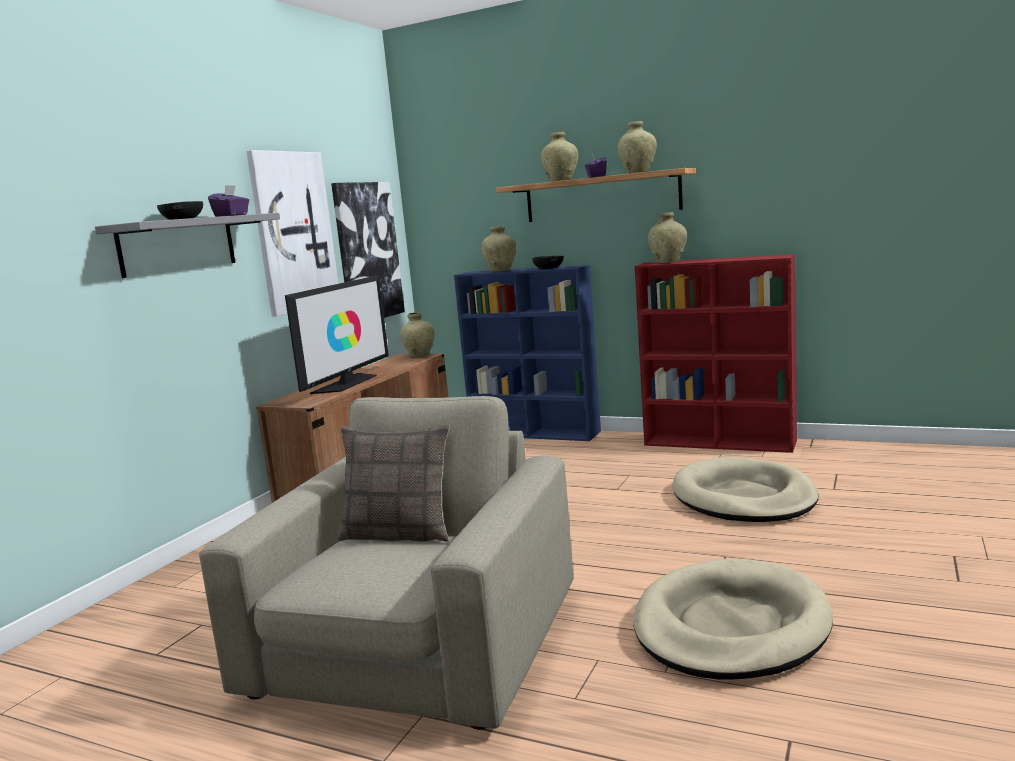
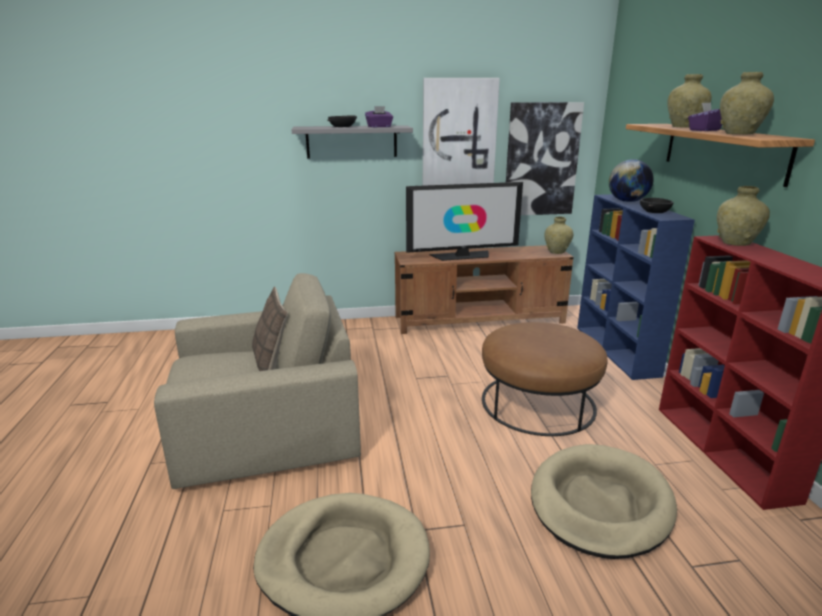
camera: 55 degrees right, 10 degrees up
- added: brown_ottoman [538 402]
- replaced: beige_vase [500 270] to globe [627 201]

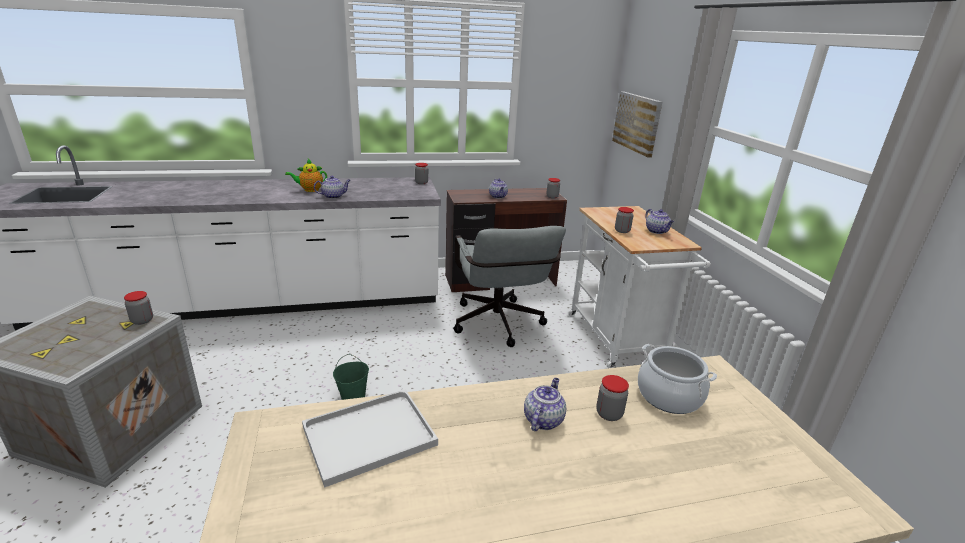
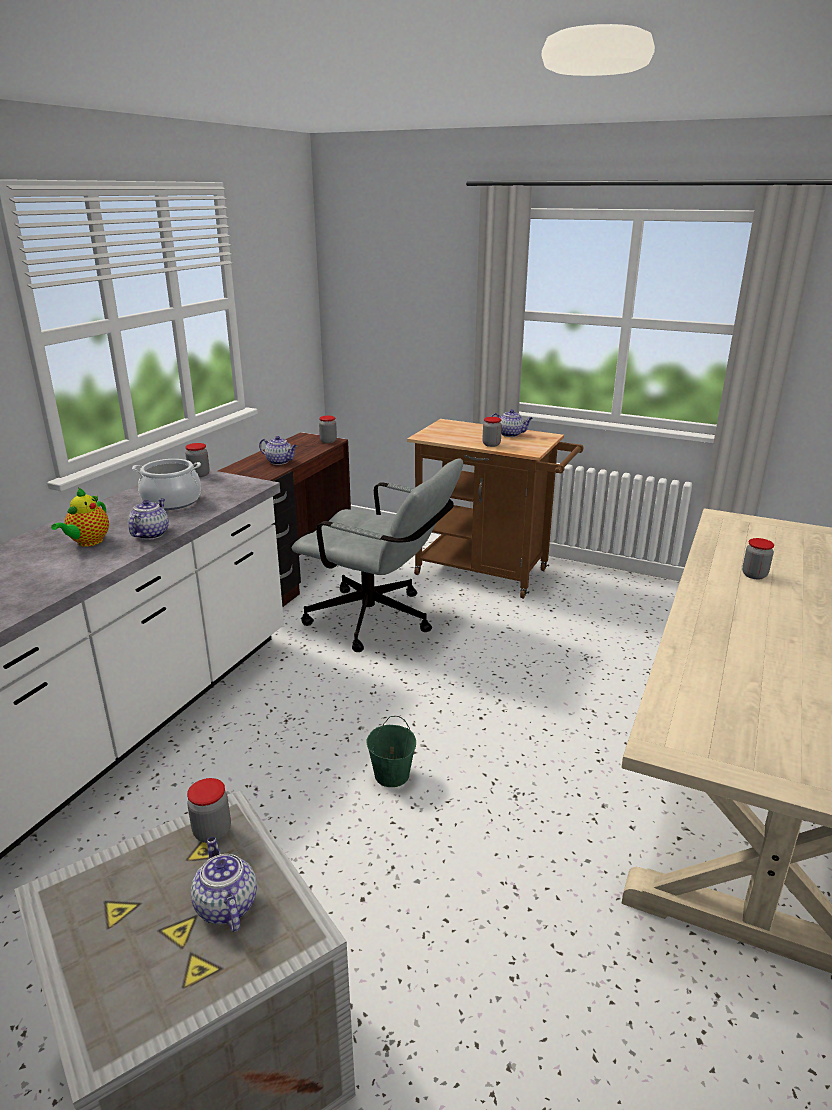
camera: 50 degrees left, 0 degrees up
- moved: cooking_pot [669 396] to [172 501]
- moved: teapot [543 419] to [225 905]
- recoloured: white_cart [619 342] to brown_cart [489 573]
- removed: white_tray [371 434]
- removed: picture [637 123]

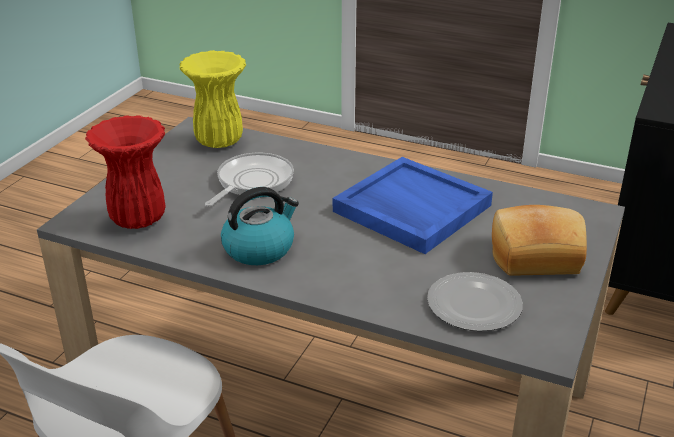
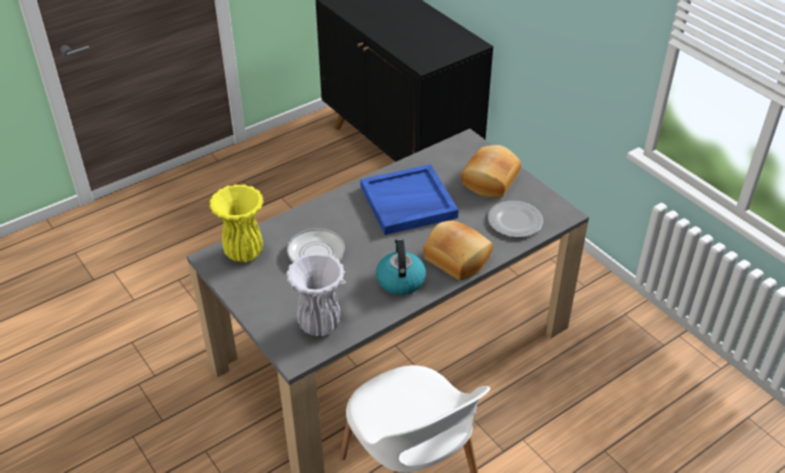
camera: 60 degrees left, 10 degrees up
- recoloured: red_vase [137 220] to white_vase [320 325]
- added: bread [458 258]

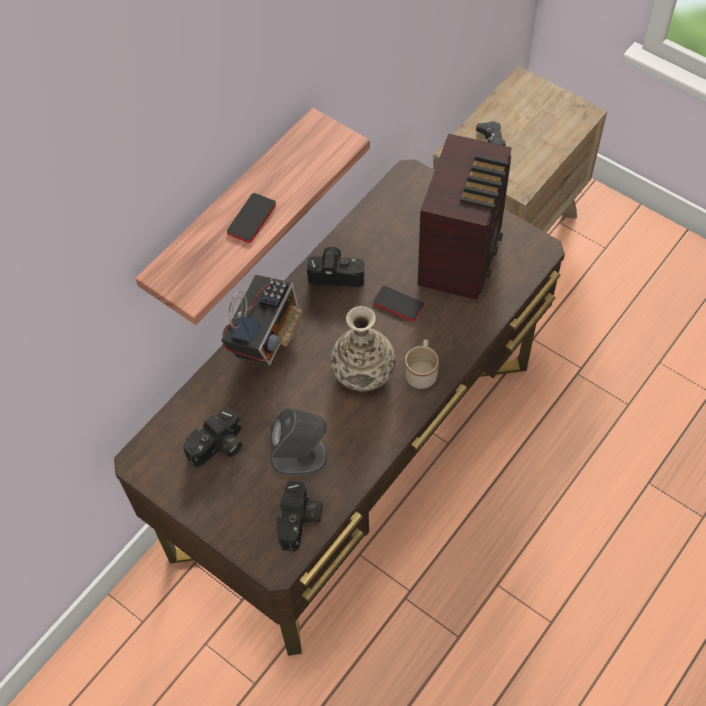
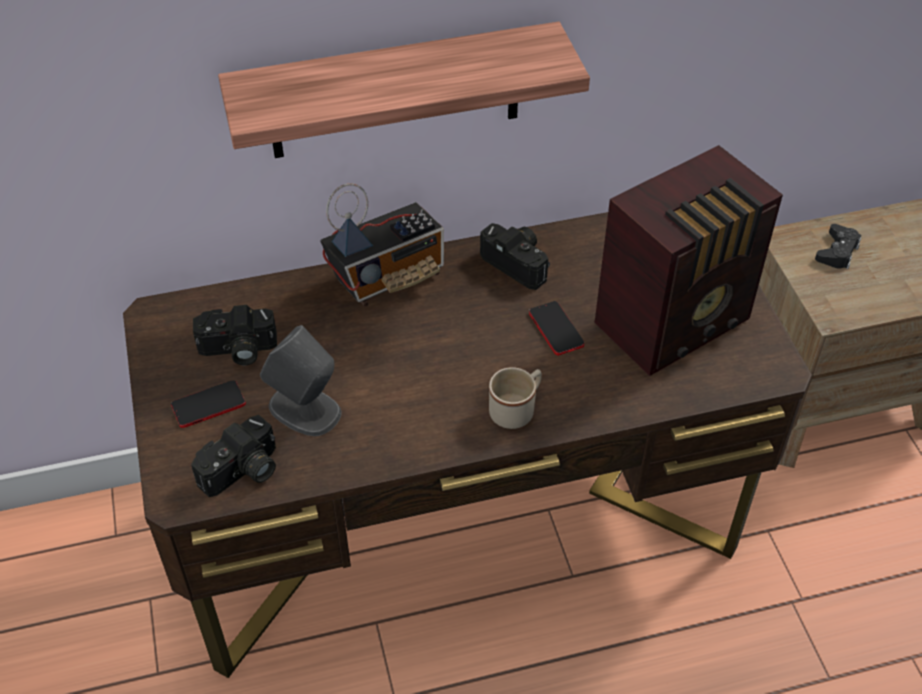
camera: 35 degrees right, 10 degrees down
- moved: phone [251 218] to [208 405]
- removed: vase [363 371]

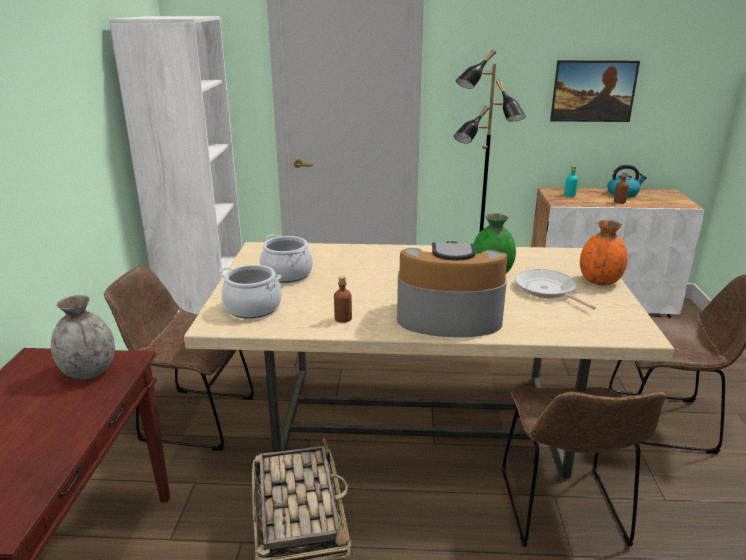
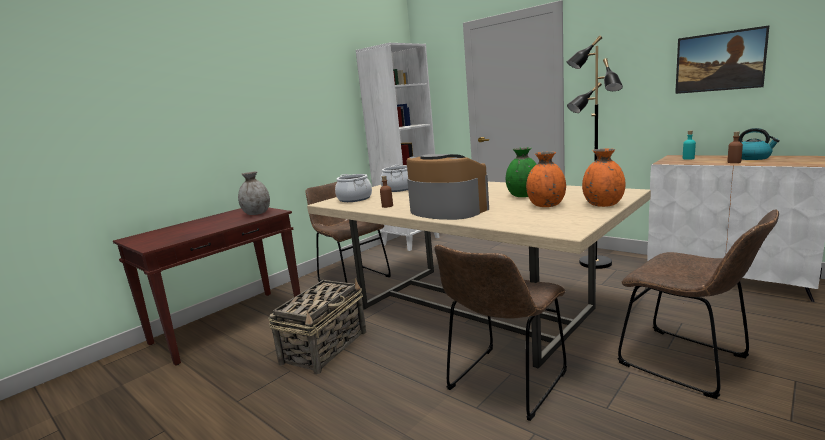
camera: 40 degrees right, 10 degrees down
- replaced: frying_pan [547 290] to orange_vase [546 205]

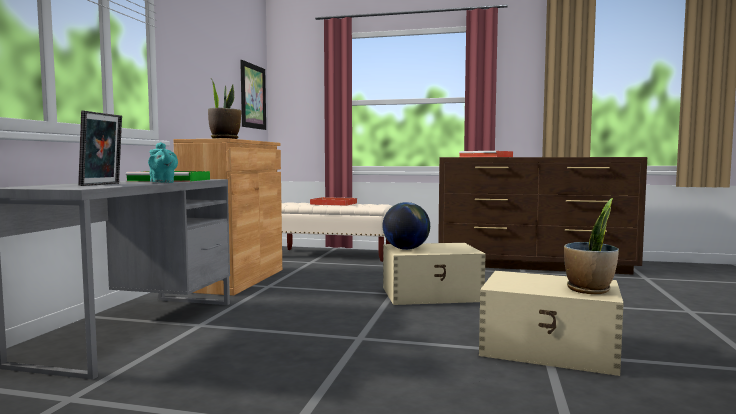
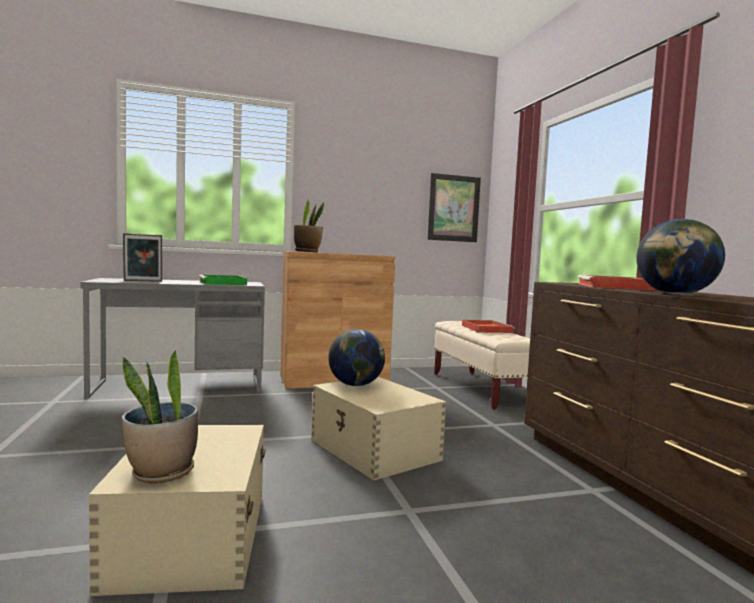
camera: 60 degrees right, 0 degrees up
- added: globe [675 294]
- removed: turquoise_teapot [162 182]

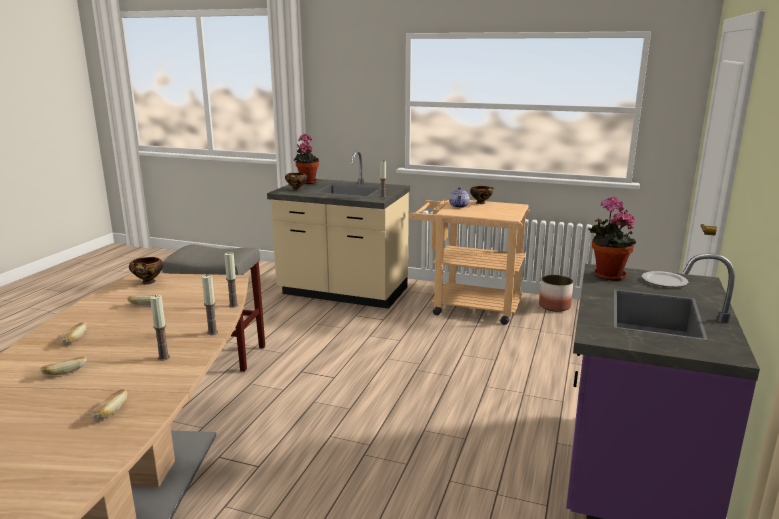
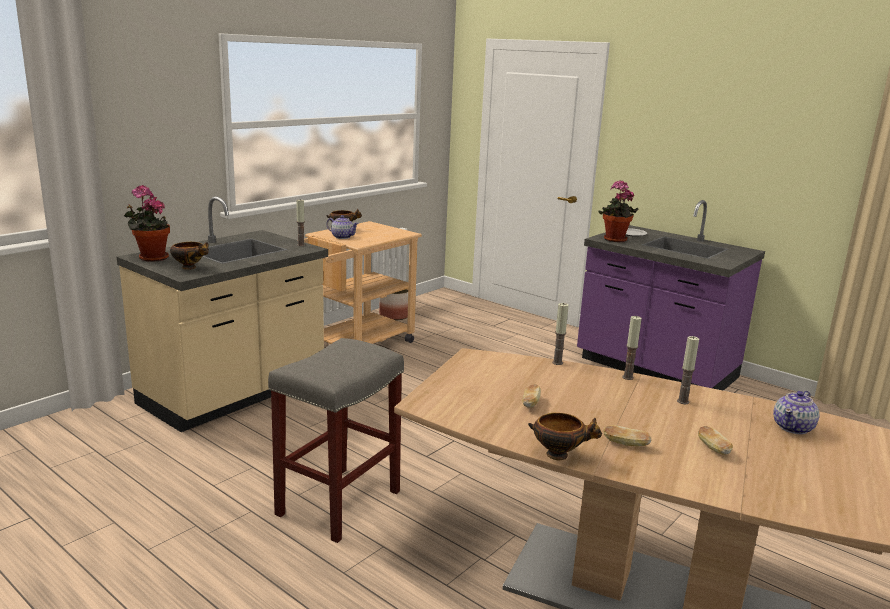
camera: 70 degrees left, 0 degrees up
- moved: bowl [148 282] to [559 455]
- replaced: bread [111 412] to teapot [793 427]

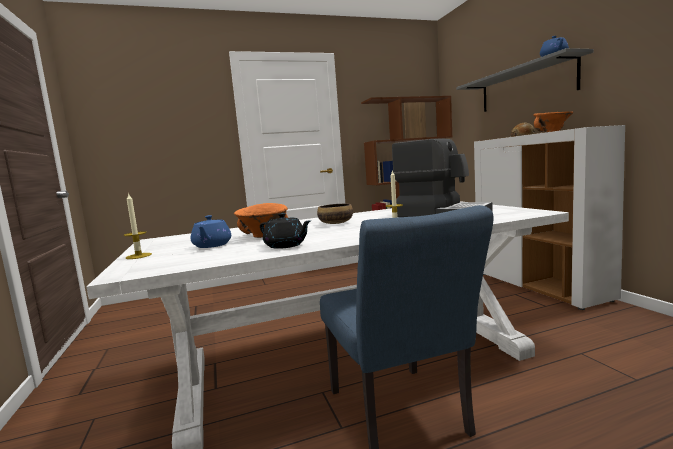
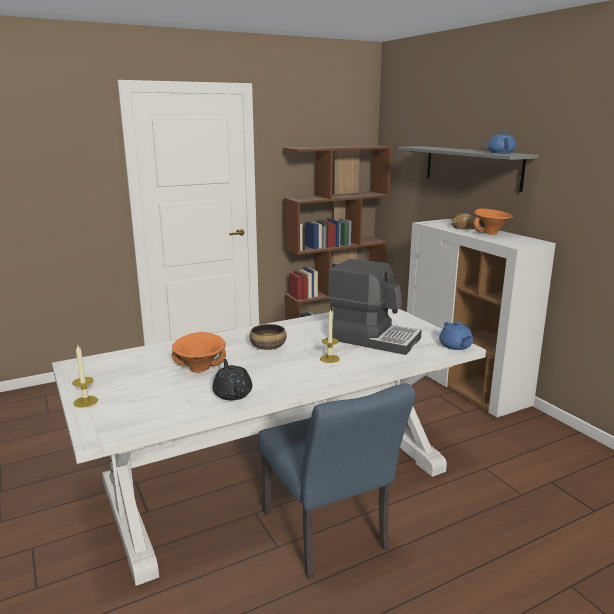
camera: 10 degrees left, 10 degrees up
- turned: black_teapot [286 245] = [232 393] 135 degrees counterclockwise
- moved: blue_teapot [212 245] to [455 346]

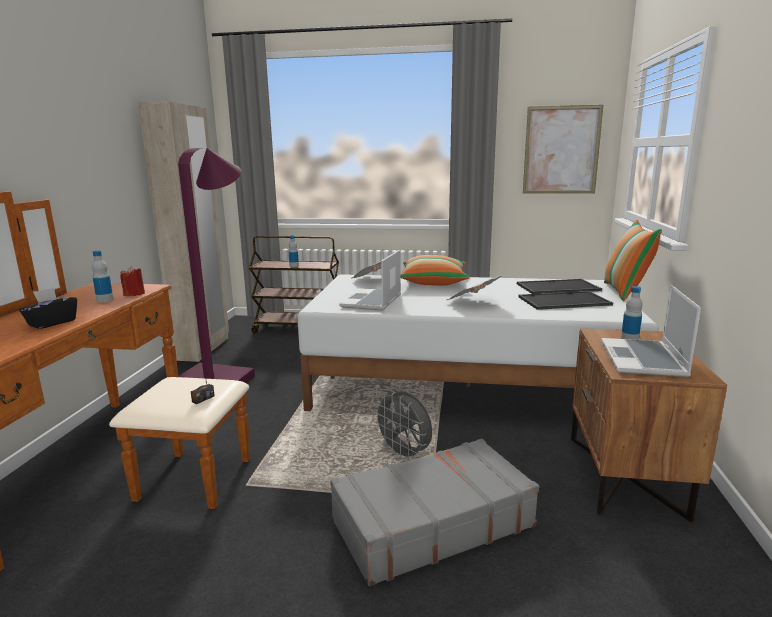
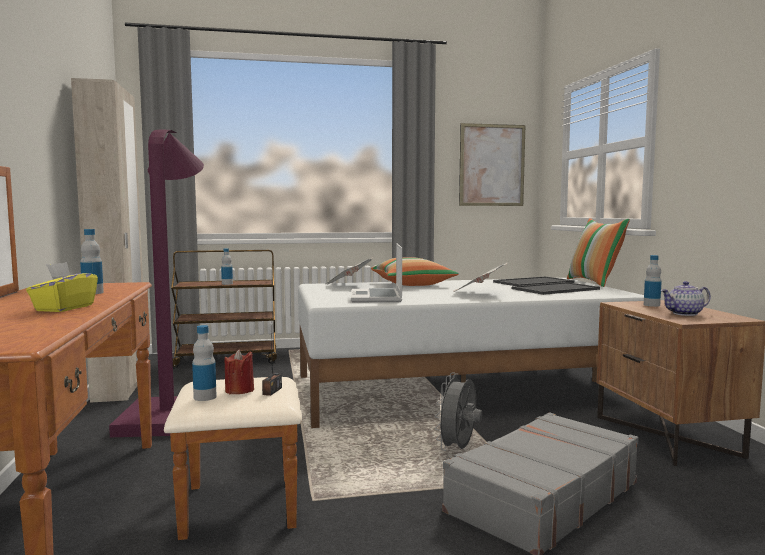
camera: 20 degrees left, 10 degrees down
- recoloured: black_tissue_box [52 323] to yellow_tissue_box [64 308]
- added: bottle [205 397]
- moved: red_candle [134 294] to [239 390]
- turned: grey_fan [404 454] = [458 449] 90 degrees clockwise
- replaced: laptop [644 360] to teapot [684 314]

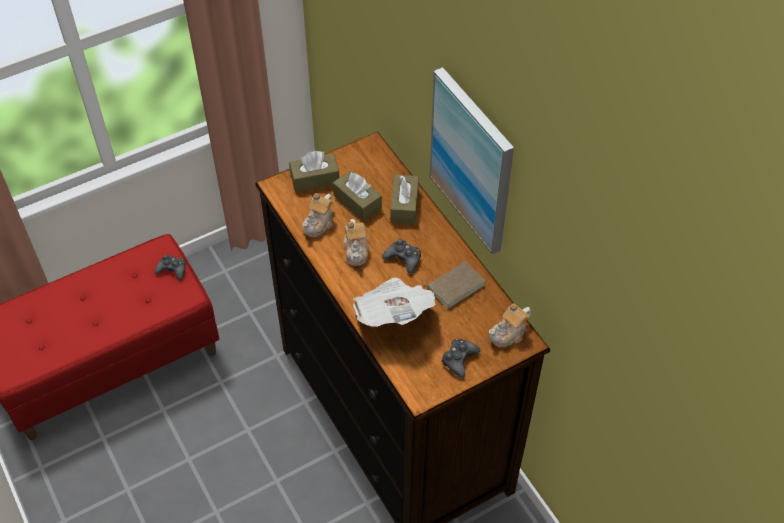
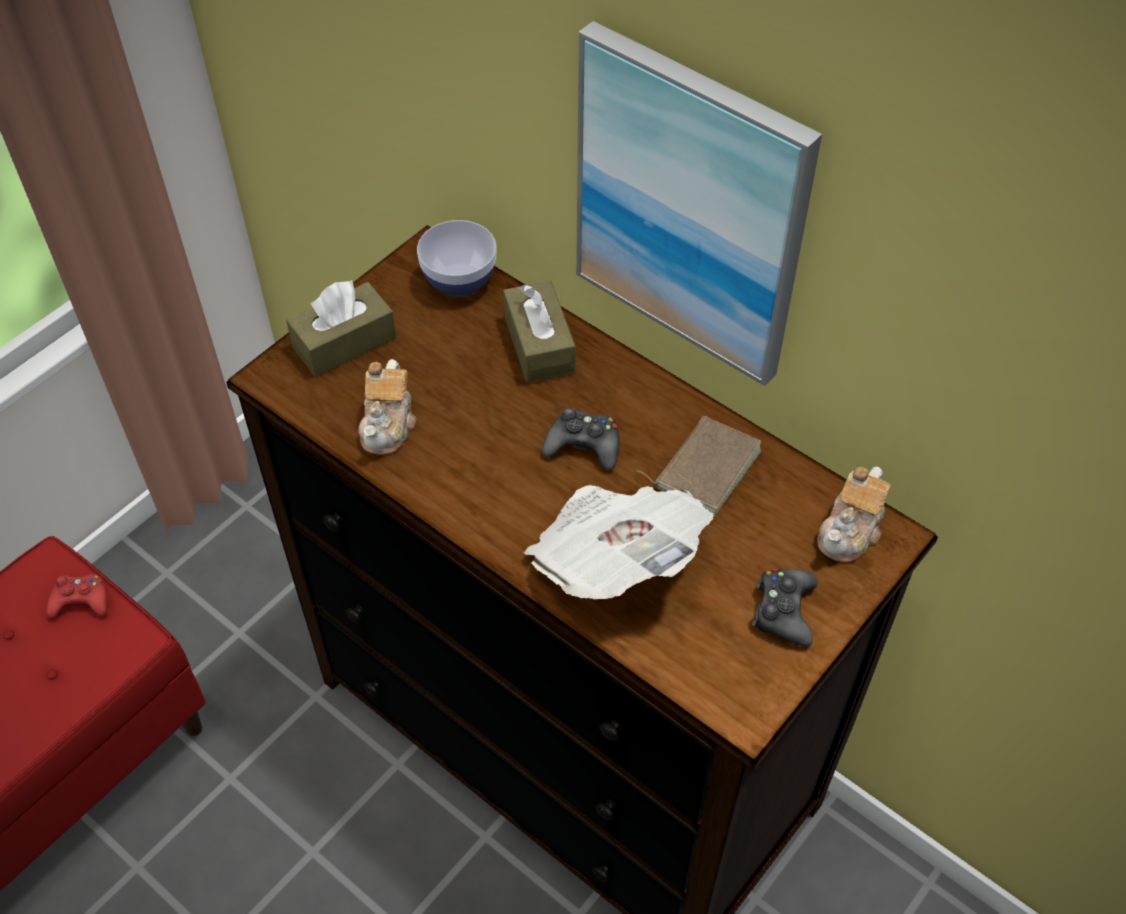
camera: 20 degrees left, 0 degrees up
- recoloured: black_game_controller [172 269] to red_game_controller [81 601]
- added: bowl [459 281]
- removed: brown_tissue_box [357 202]
- removed: teapot [356 251]

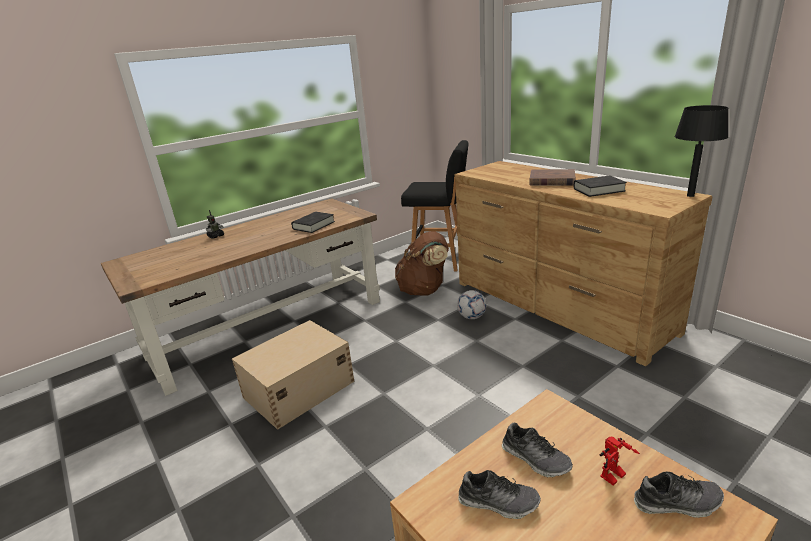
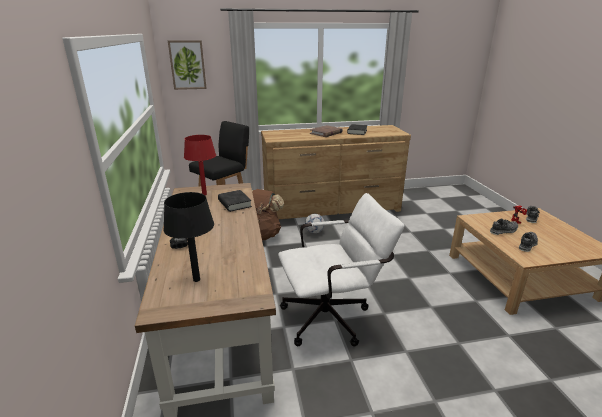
camera: 65 degrees left, 0 degrees up
- moved: black_table_lamp [690 195] to [196 280]
- added: picture [187 65]
- added: red_table_lamp [204 194]
- replaced: beige_storage_box [297 389] to white_office_chair [333 317]

